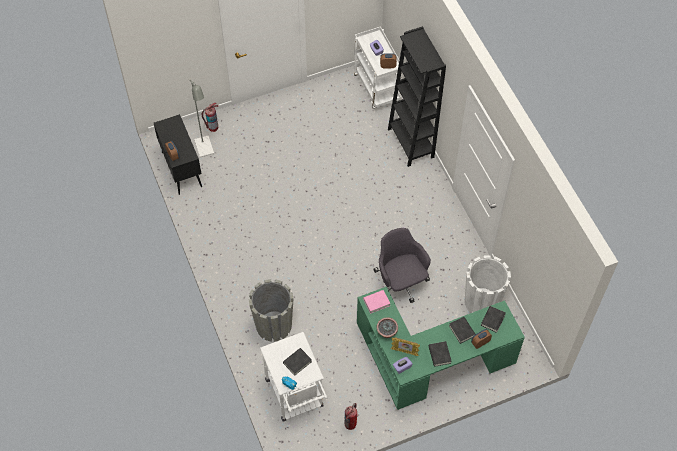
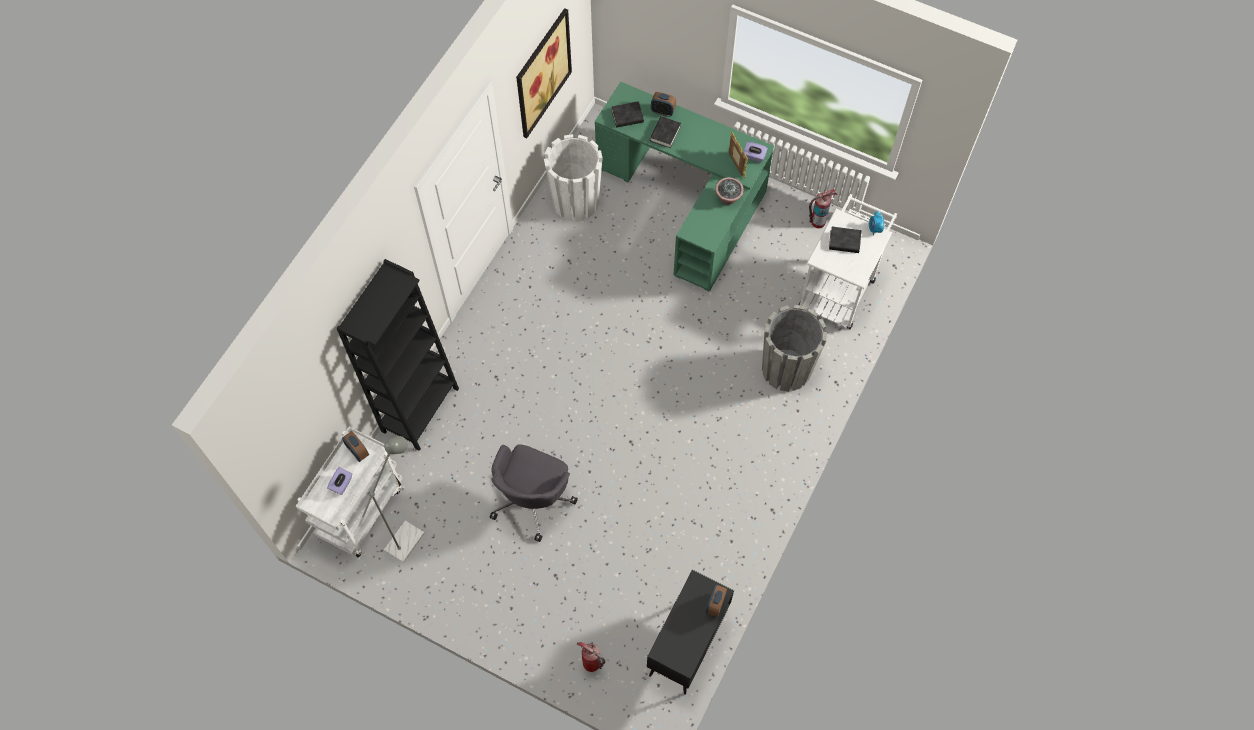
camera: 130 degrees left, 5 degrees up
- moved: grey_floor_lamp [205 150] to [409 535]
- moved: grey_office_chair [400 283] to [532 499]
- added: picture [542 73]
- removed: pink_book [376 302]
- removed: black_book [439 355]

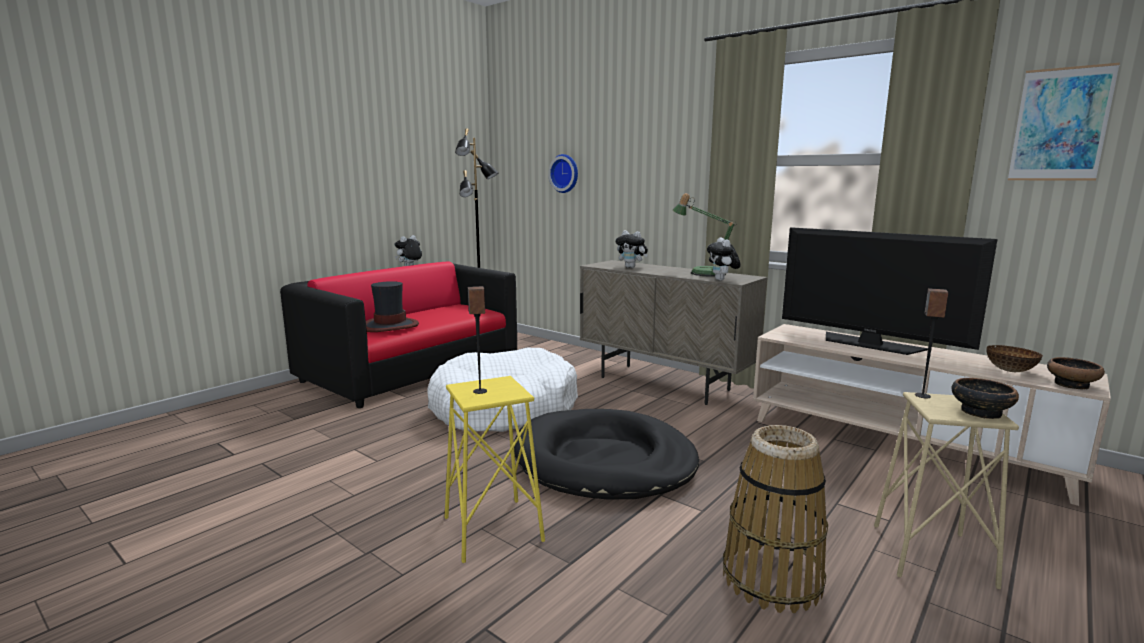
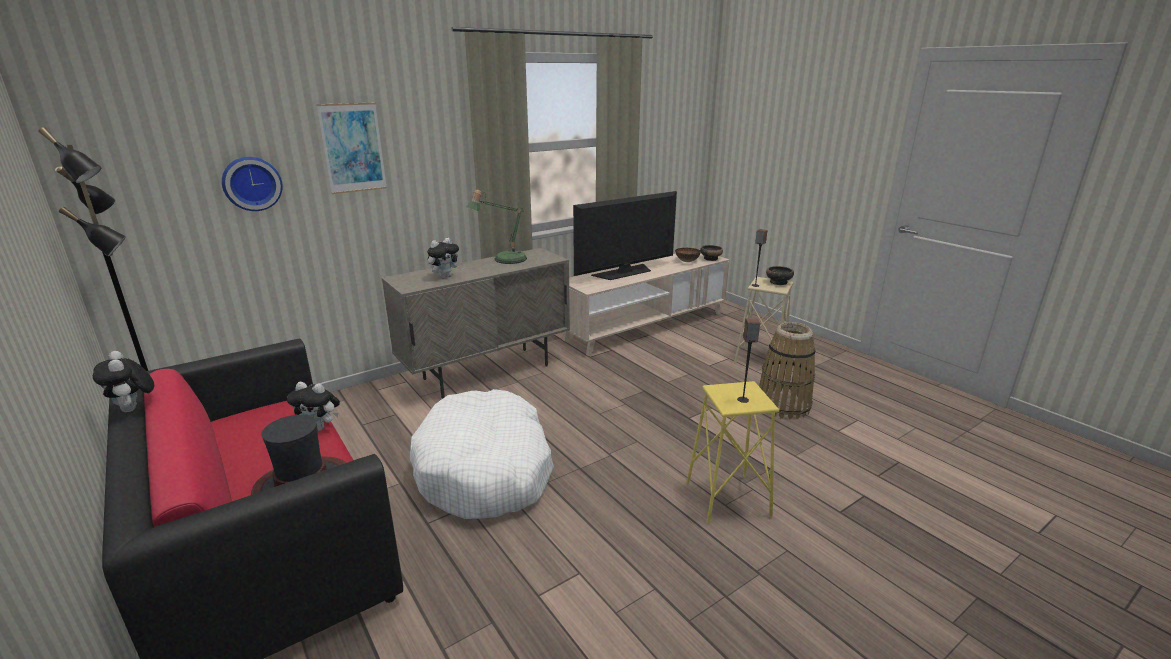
camera: 75 degrees left, 10 degrees up
- moved: plush_toy [722 280] to [320 427]
- moved: picture [1060 125] to [353 148]
- removed: black_dog_bed [604 460]

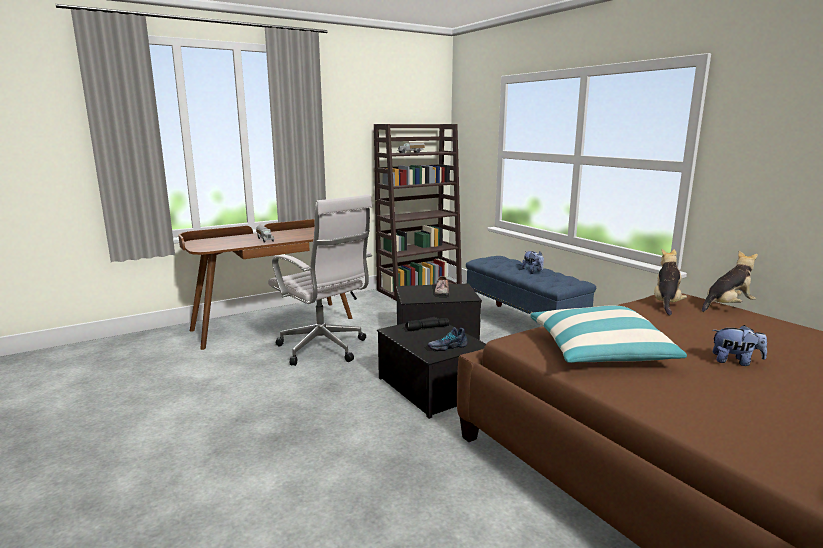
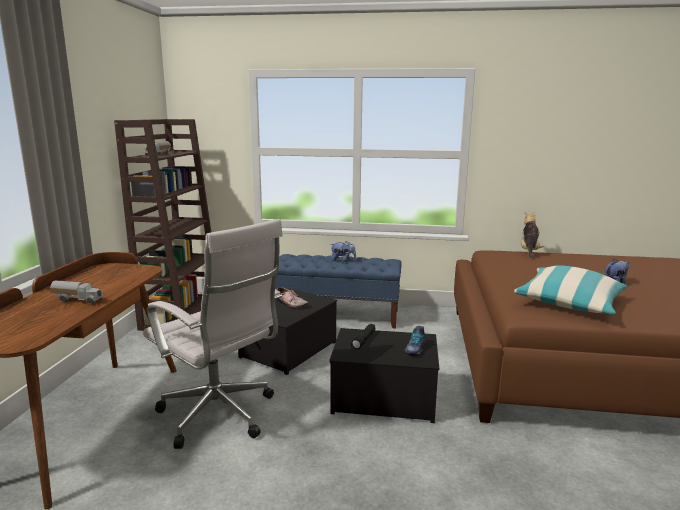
camera: 50 degrees left, 0 degrees up
- turned: white_office_chair [324 349] = [220 416] 45 degrees clockwise
- removed: plush_toy [666 303]

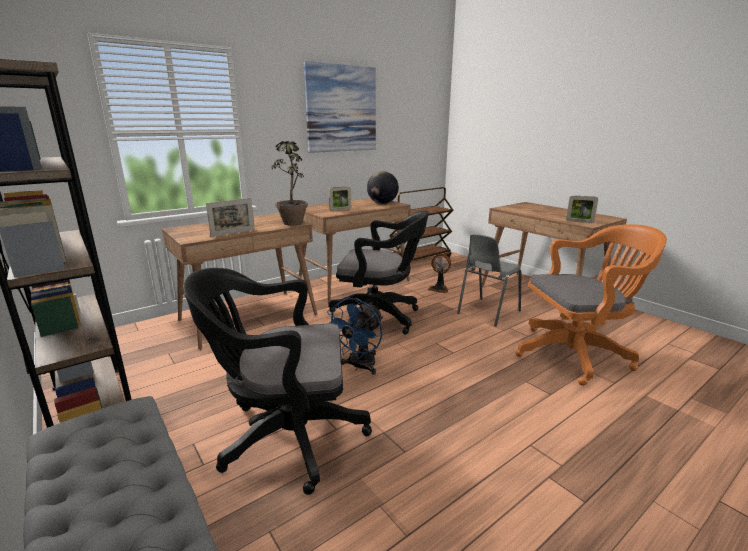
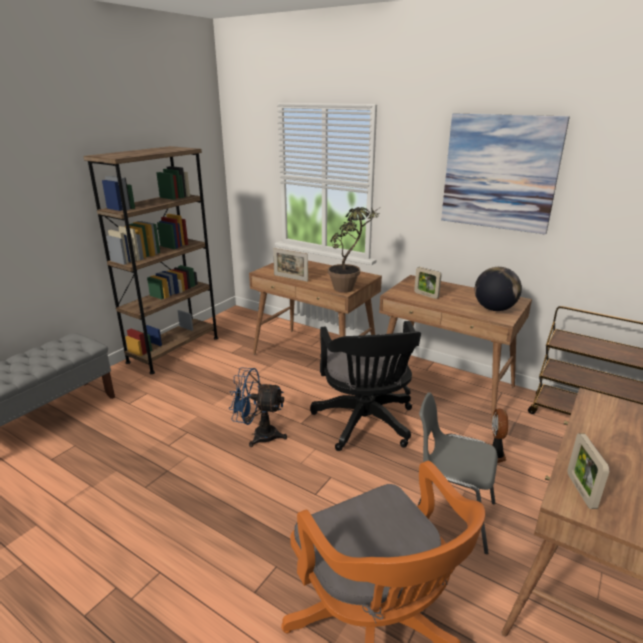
camera: 70 degrees right, 5 degrees up
- removed: black_office_chair [285 437]

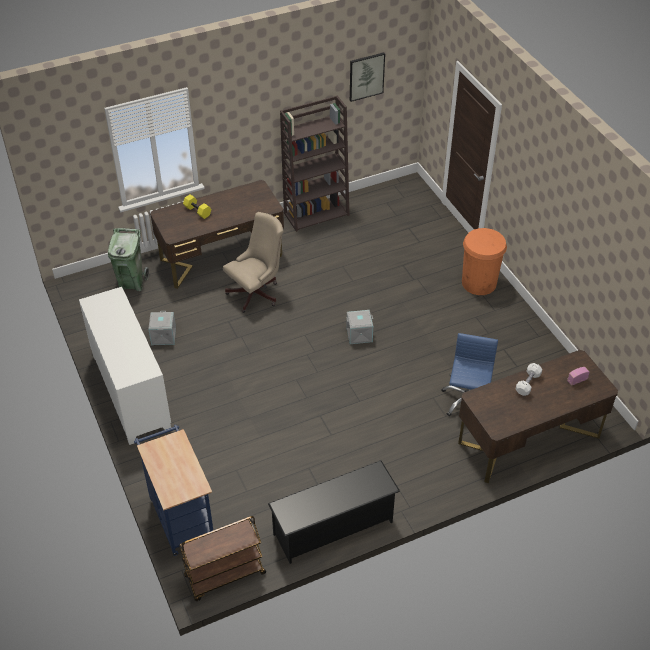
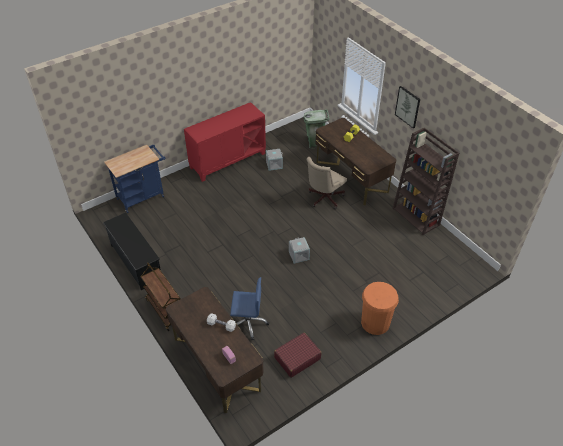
camera: 80 degrees right, 0 degrees up
- moved: brown_cart [224 575] to [165 310]
- recoloured: white_cabinet [130 392] to red_cabinet [227 160]
- added: red_suitcase [297 358]
- turned: beige_office_chair [257 293] = [323 199] 90 degrees clockwise
- moved: picture [366 76] to [408 106]

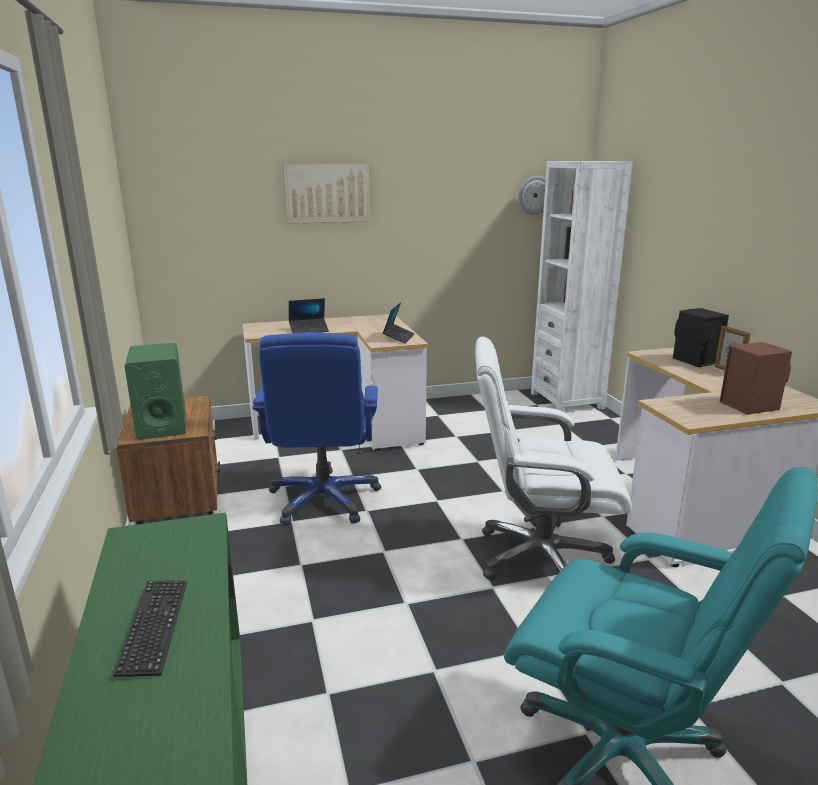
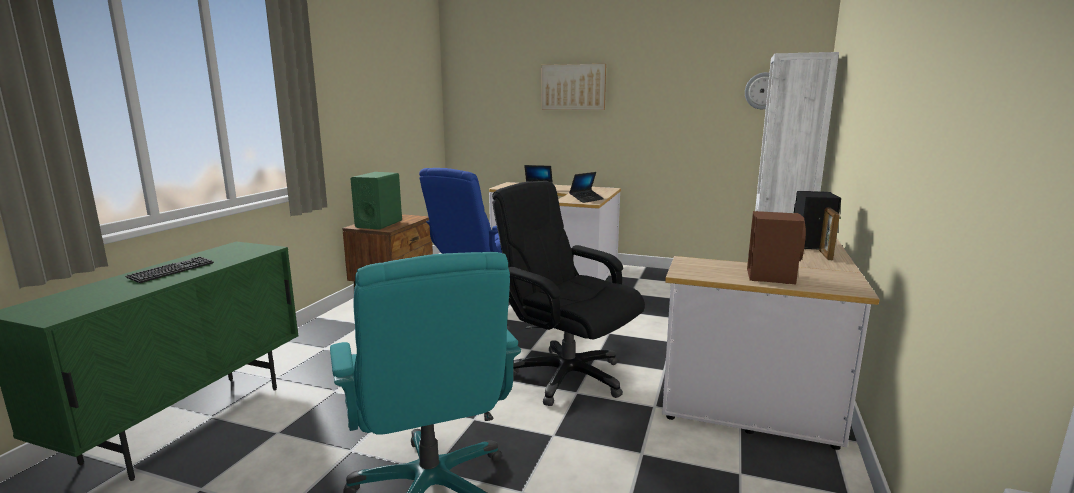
camera: 35 degrees right, 5 degrees down
- recoloured: white_office_chair [539 557] to black_office_chair [566 376]

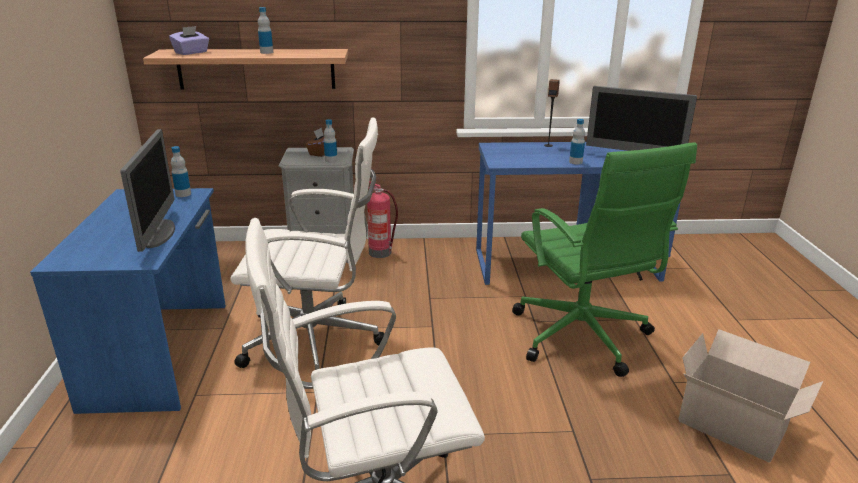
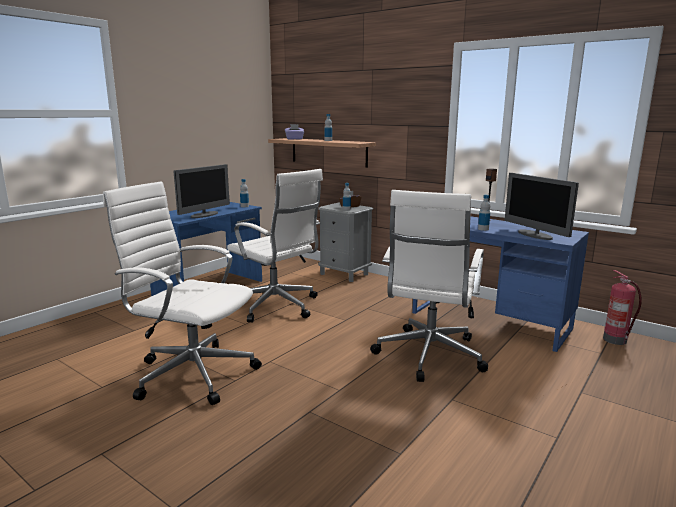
camera: 40 degrees right, 10 degrees down
- recoloured: green_office_chair [582 338] to white_office_chair [428 356]
- moved: fire_extinguisher [381 252] to [616 340]
- removed: cardboard_box [734 427]

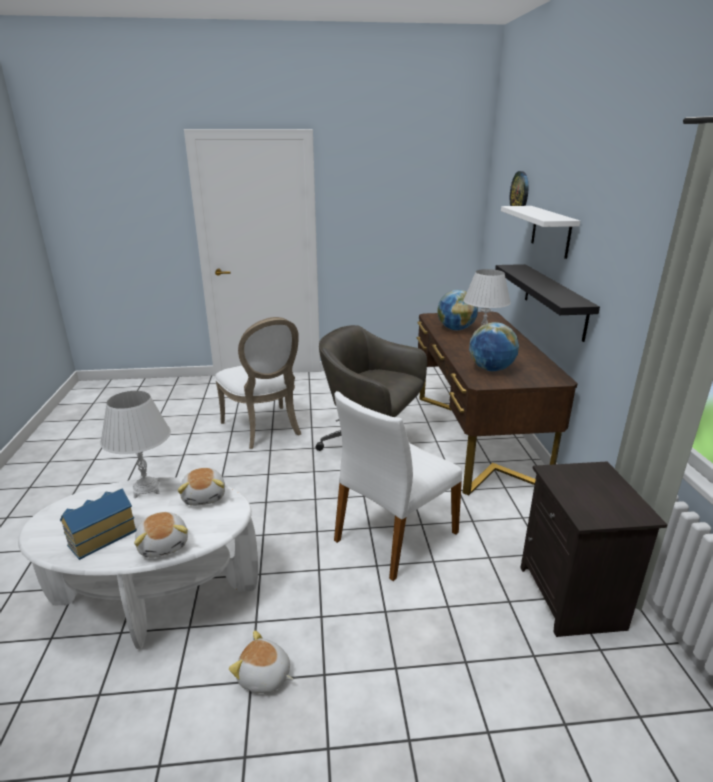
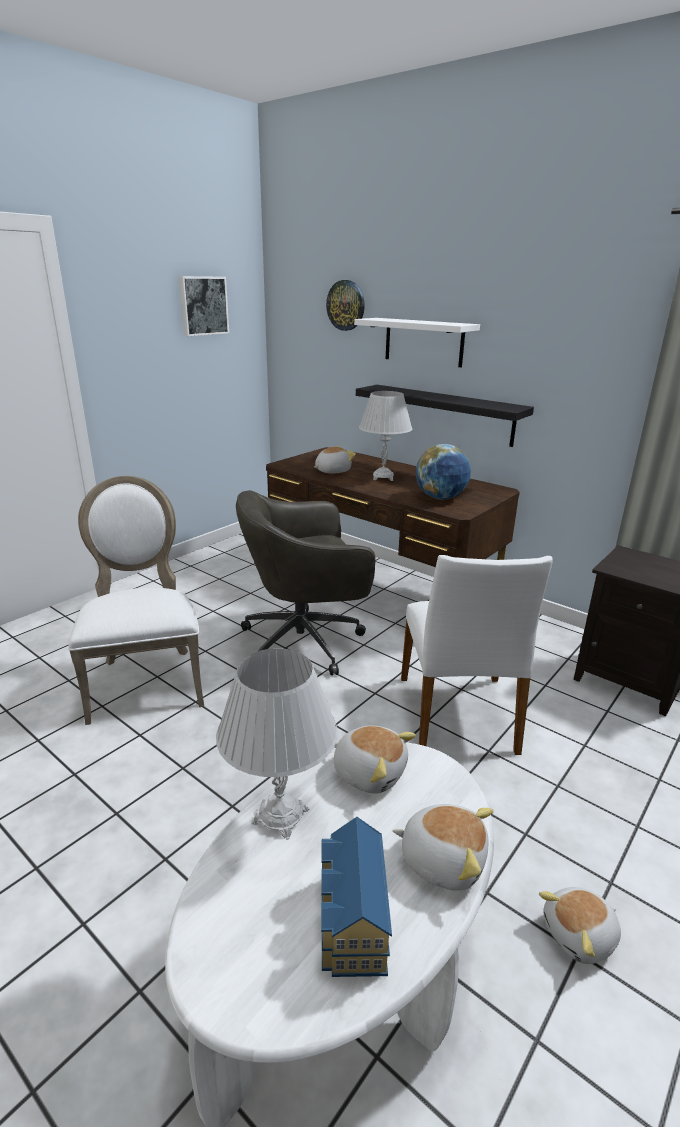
camera: 45 degrees left, 0 degrees up
- turned: white_chair [265 429] = [147 680] 120 degrees counterclockwise
- added: picture [203 305]
- replaced: globe [455 329] to plush_toy [332 471]

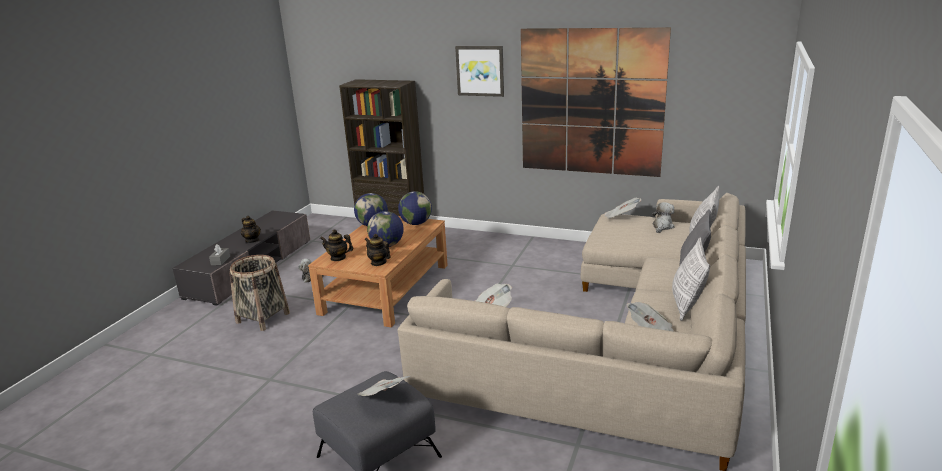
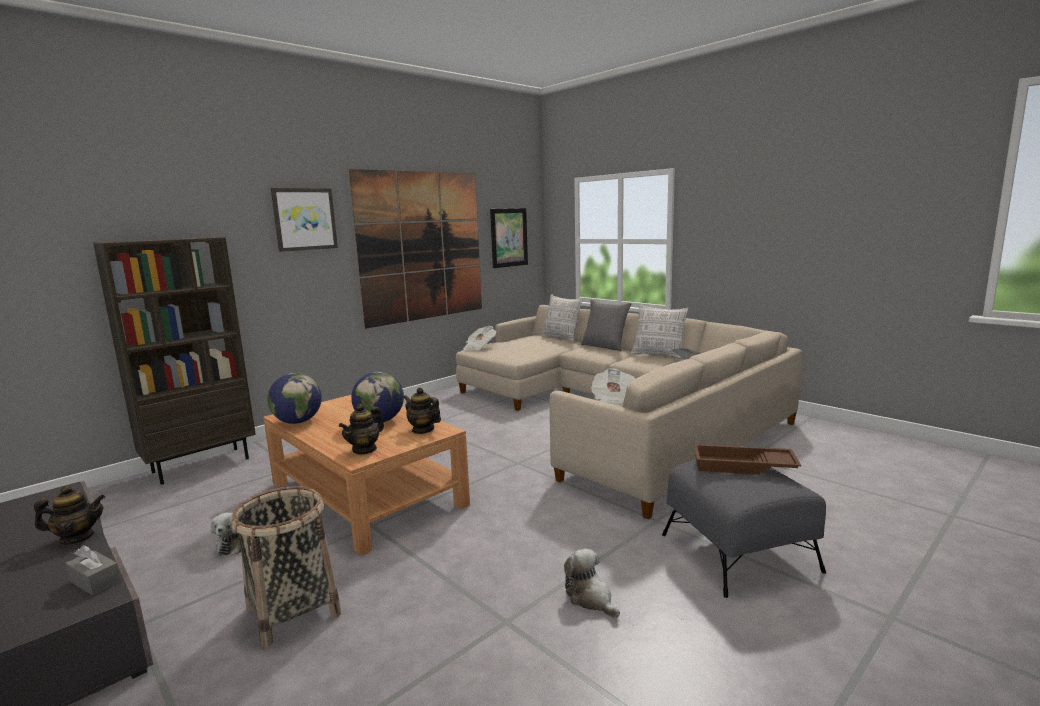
camera: 65 degrees left, 10 degrees down
- turned: teapot [378 262] = [423 430] 60 degrees clockwise
- added: picture [509 237]
- moved: plush_toy [662 226] to [591 598]
- replaced: newspaper [384 397] to brown_tray [743 466]
- removed: globe [416 223]

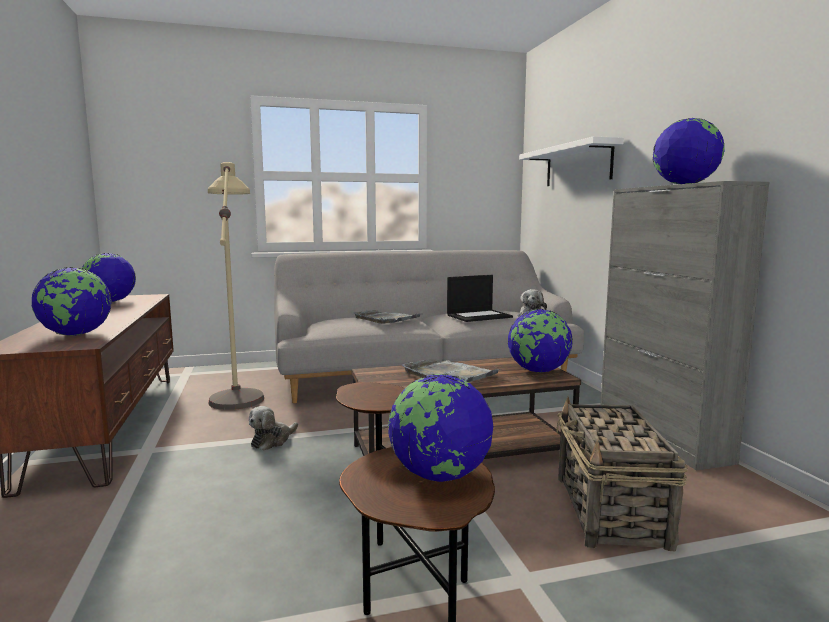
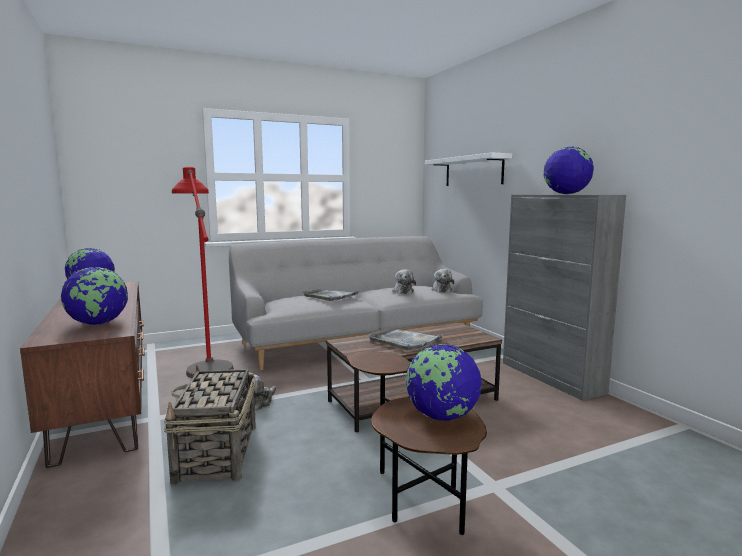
camera: 10 degrees left, 0 degrees up
- moved: basket [611 511] to [216 454]
- recoloured: beige_floor_lamp [238 389] to red_floor_lamp [206 360]
- replaced: laptop [479 316] to plush_toy [403 291]
- removed: globe [538 371]

